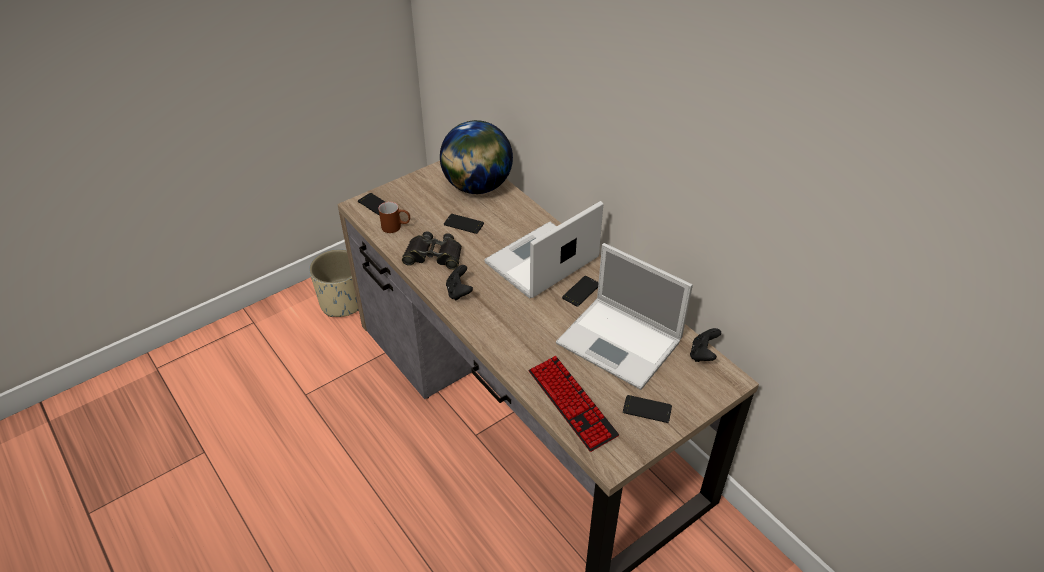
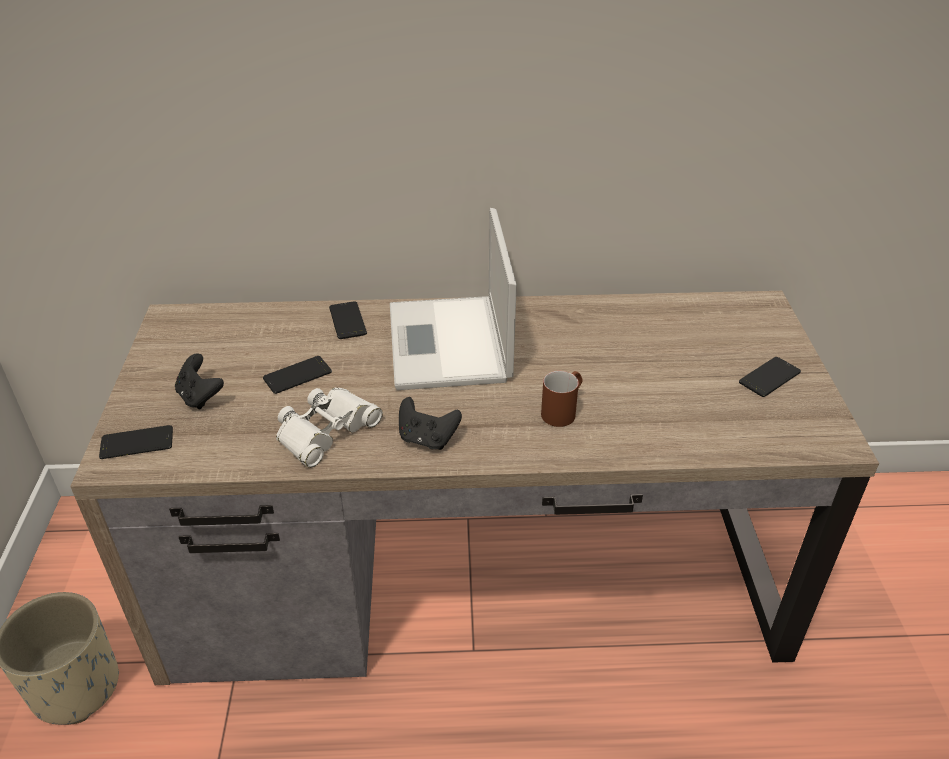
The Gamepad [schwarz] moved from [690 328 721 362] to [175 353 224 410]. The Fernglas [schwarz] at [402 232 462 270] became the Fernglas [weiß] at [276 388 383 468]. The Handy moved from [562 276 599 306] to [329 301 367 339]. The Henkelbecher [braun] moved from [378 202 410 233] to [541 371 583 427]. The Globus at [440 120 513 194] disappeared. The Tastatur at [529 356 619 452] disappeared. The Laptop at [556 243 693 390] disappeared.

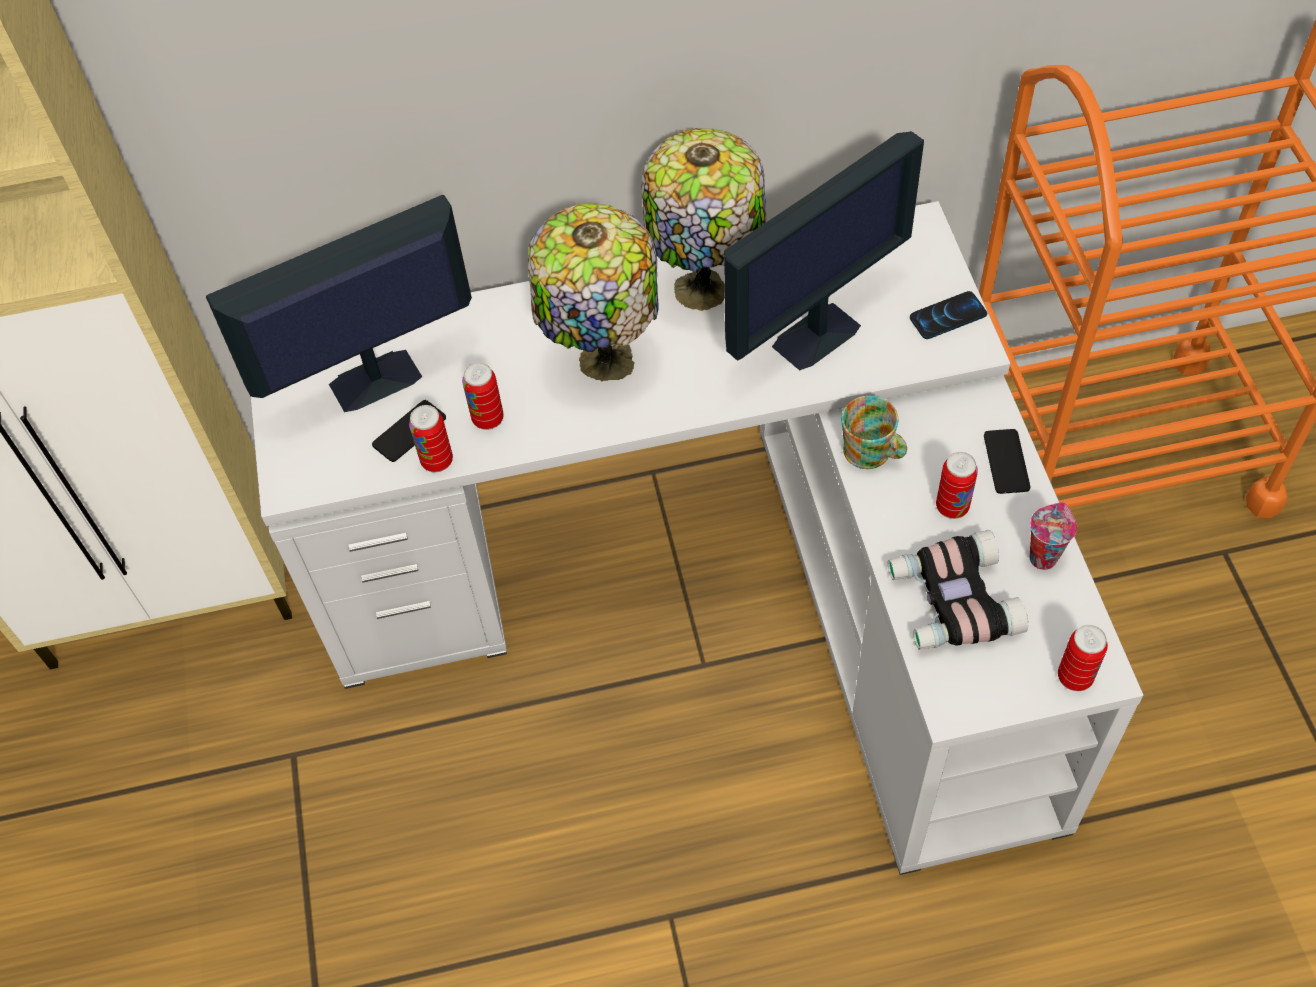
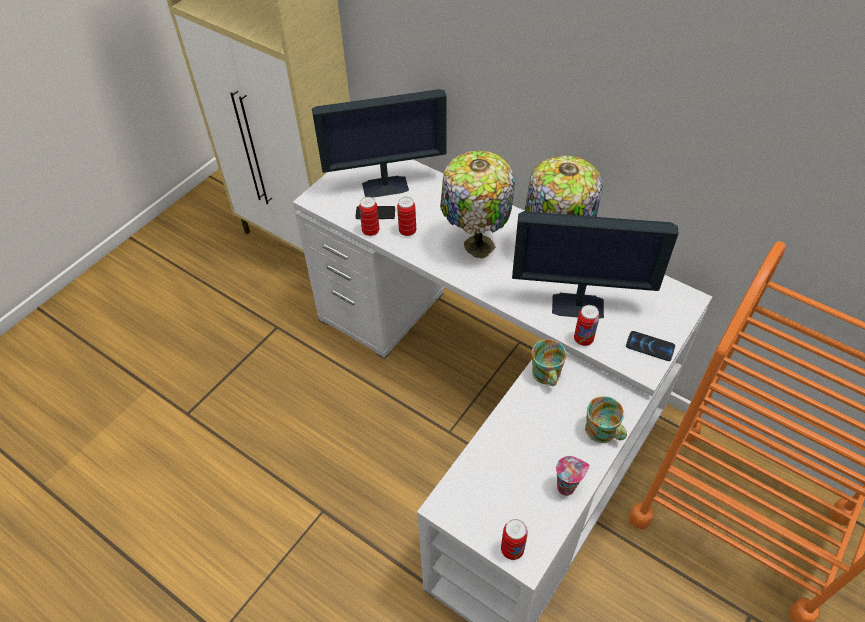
The Monitor at [206 195 472 412] turned 150 degrees clockwise. The Dose moved from [936 452 978 519] to [574 305 600 346]. The Handy at [984 429 1030 494] was replaced by the Henkelbecher at [585 396 627 443]. The Fernglas at [888 530 1028 650] disappeared.

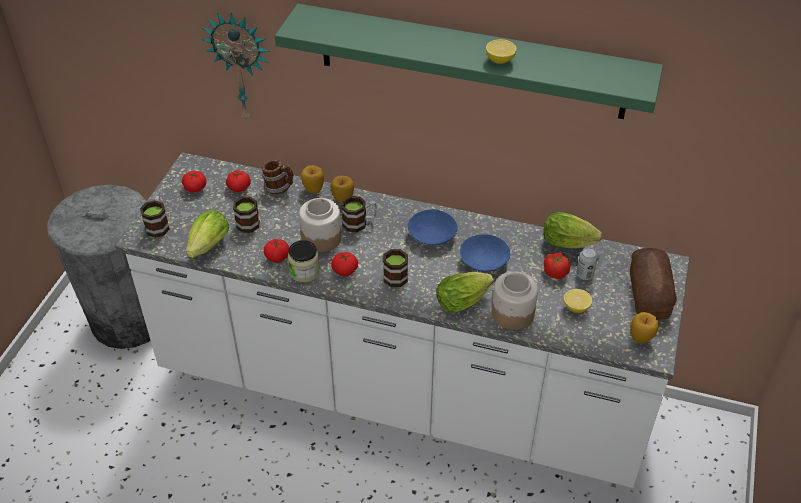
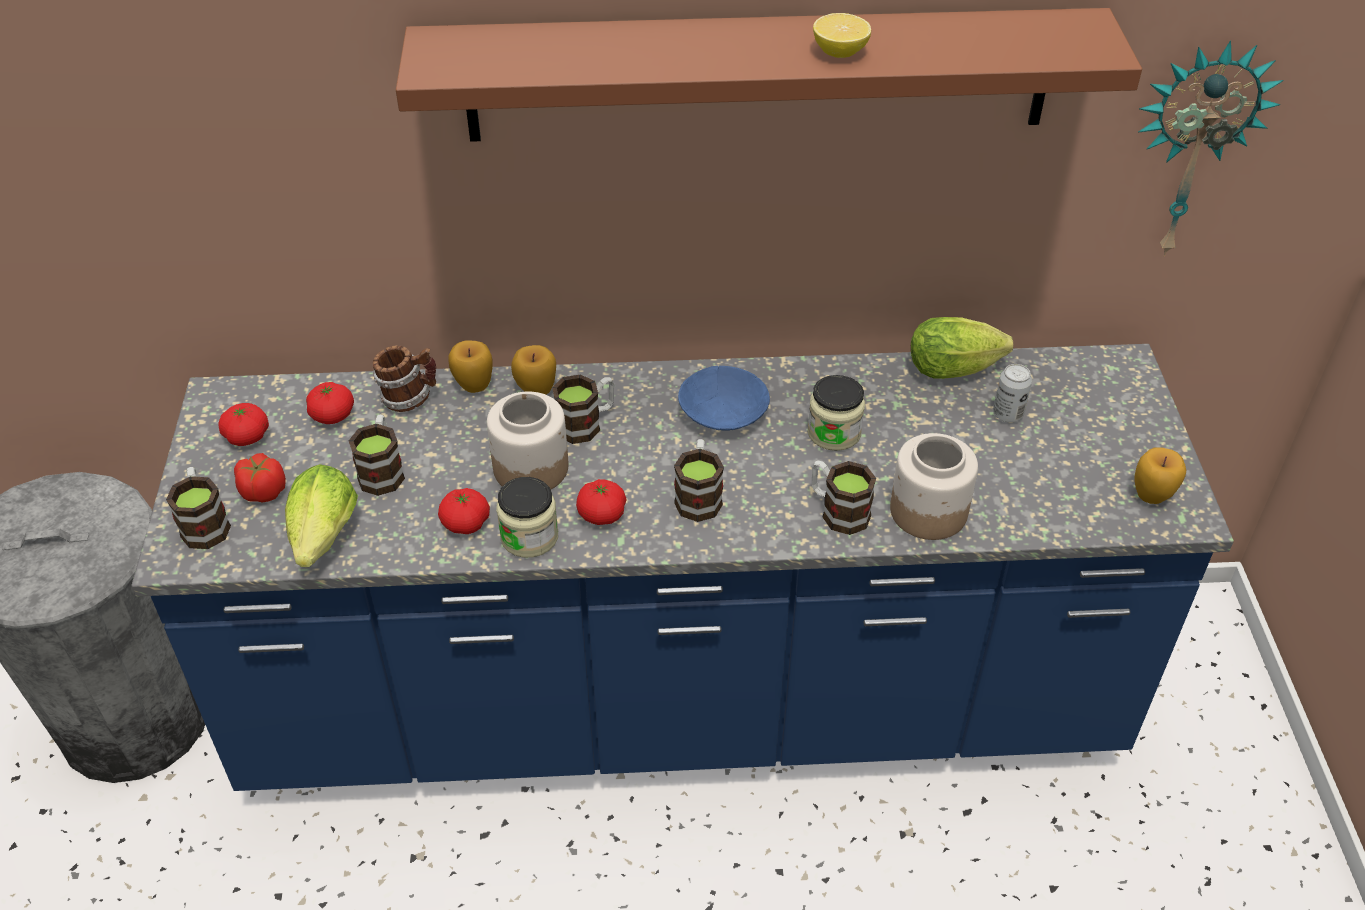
The Küchenzeile [weiß] at [115 152 690 488] became the Küchenzeile [blau] at [131 344 1234 791]. The Tomate moved from [544 252 570 279] to [234 453 286 503]. The Wandregal [grün] at [275 3 663 119] became the Wandregal [braun] at [396 8 1142 142]. The Schüssel [blau] at [460 234 510 272] was replaced by the Vorratsglas at [807 375 865 451]. The Salatkopf at [436 272 494 312] was replaced by the Henkelbecher at [812 460 876 535]. The Wanduhr moved from [202 13 270 122] to [1138 41 1284 257]. The Zitrone at [564 289 592 313] disappeared. The Brot at [630 248 677 319] disappeared.

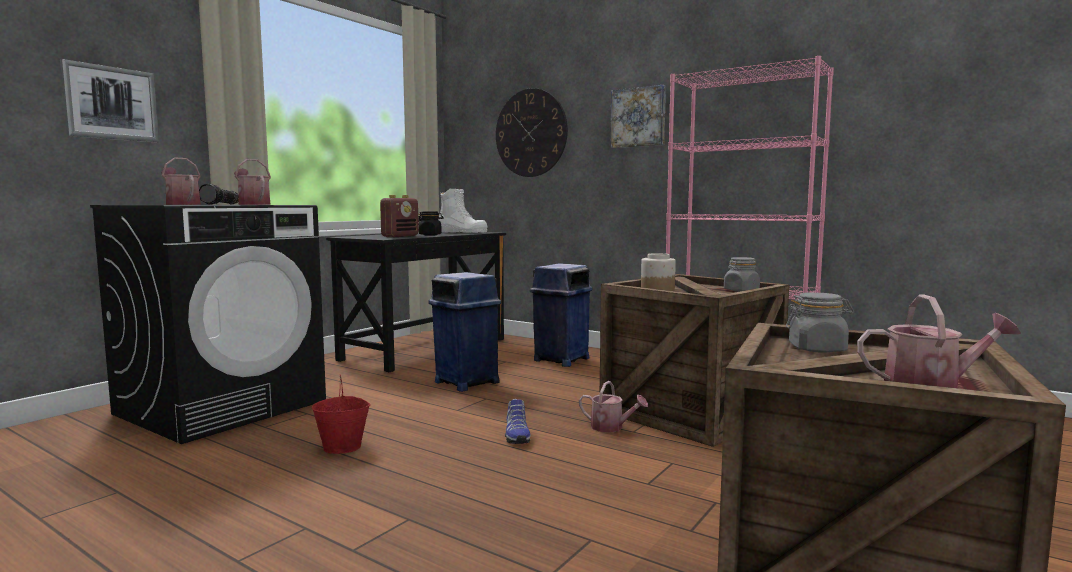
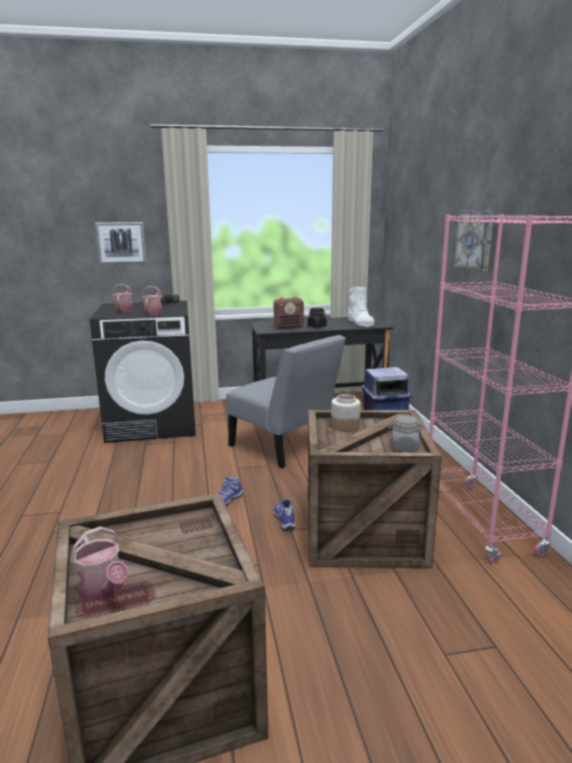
The Mülleimer [blau] at [428 272 501 392] was replaced by the Stuhl [grau] at [226 335 346 468]. The Gießkanne at [579 381 648 433] was replaced by the Schuh at [274 499 295 531]. The Eimer [rot] at [312 375 370 454] disappeared. The Wanduhr at [496 88 568 177] disappeared. The Vorratsglas [grau] at [786 292 854 353] disappeared.

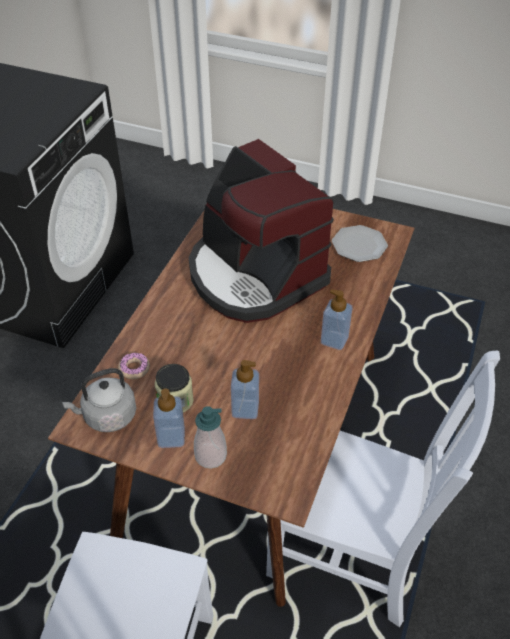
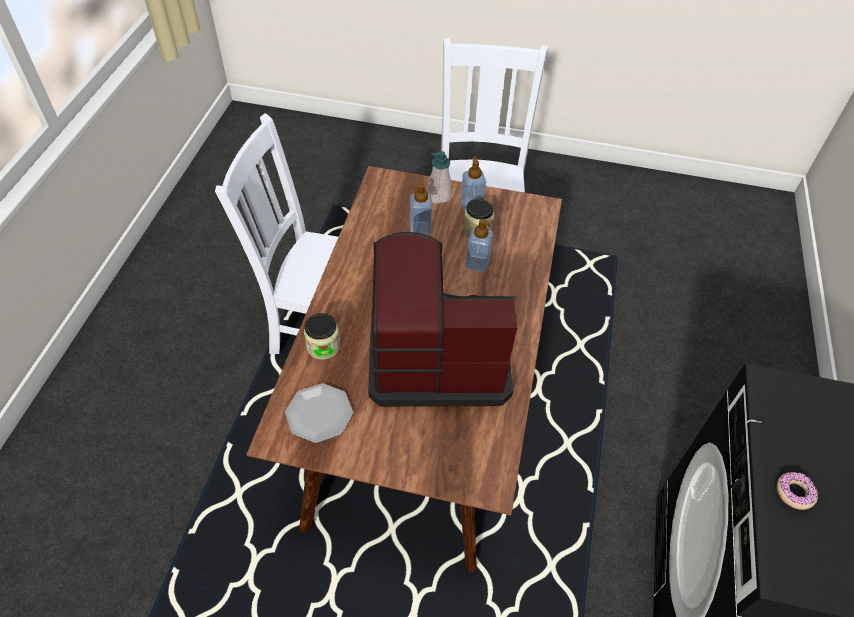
The Vorratsglas at [304 313 340 360] appeared. The Kaffeemaschine at [189 139 334 323] turned 45 degrees counterclockwise. The Seifenspender moved from [321 289 352 350] to [465 219 493 273]. The Donut moved from [118 353 150 379] to [777 472 818 510]. The Wasserkessel [grau] at [62 368 136 432] disappeared.

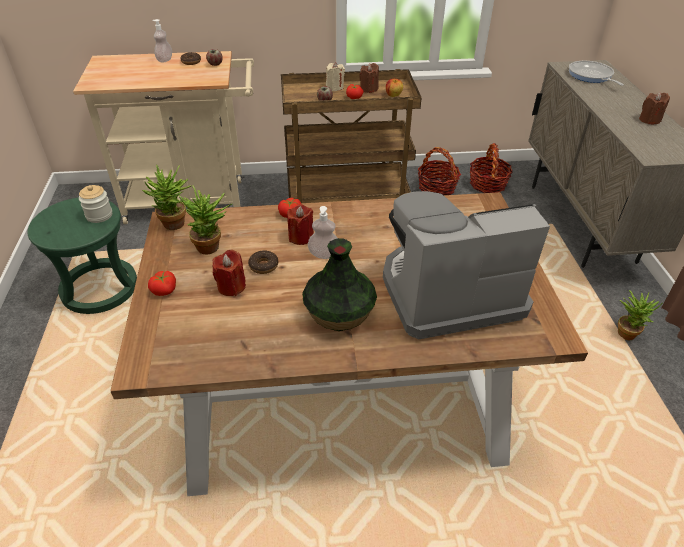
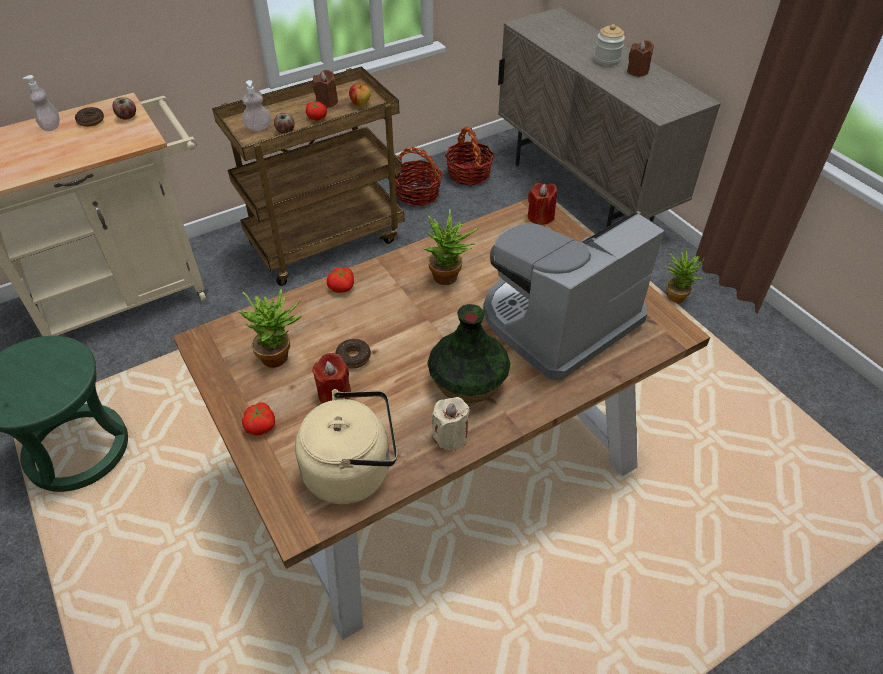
The Seifenspender moved from [308 206 337 259] to [242 80 271 131]. The Wasserkessel [beige] at [295 389 397 504] appeared. The Topfpflanze moved from [142 164 191 230] to [424 209 478 285]. The Kerze [beige] moved from [326 62 345 91] to [432 397 470 451]. The Kerze [rot] moved from [287 204 314 245] to [528 183 557 225]. The Vorratsglas moved from [79 185 112 223] to [594 24 625 66]. The Pfanne at [569 61 624 86] disappeared.

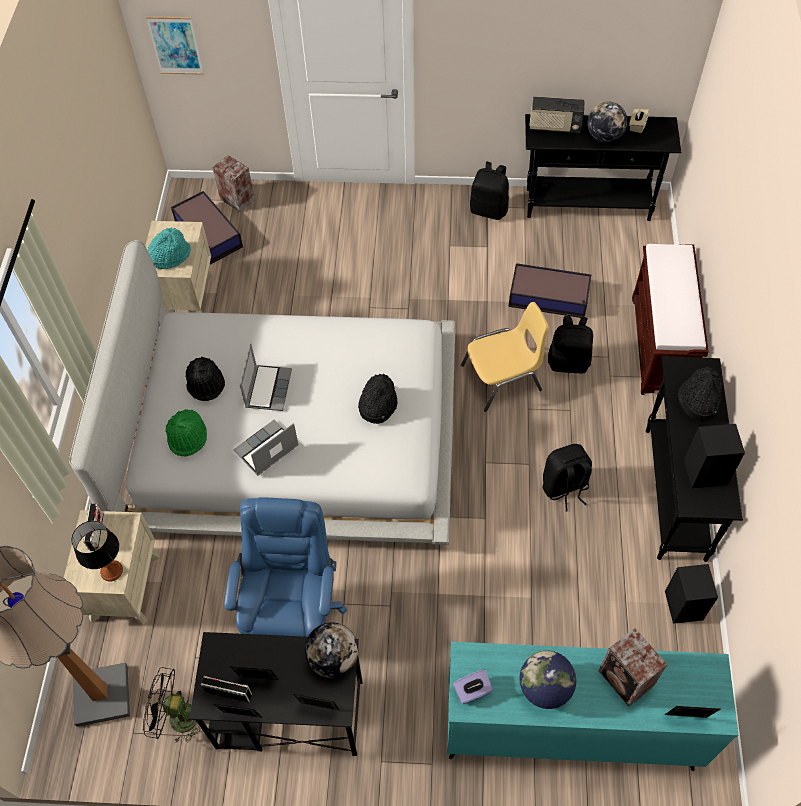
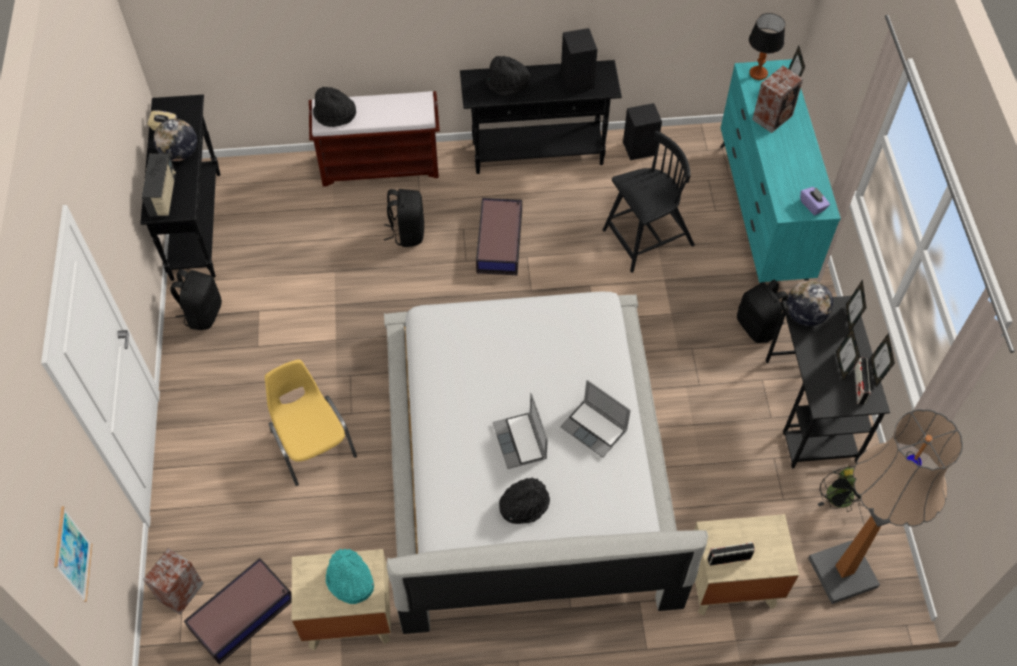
The Stuhl [gelb] moved from [461 302 549 412] to [265 359 357 486]. The Hut [schwarz] moved from [358 374 398 424] to [313 87 356 127]. The Aufbewahrungsbox moved from [509 263 591 318] to [476 198 522 275]. The Laptop at [240 343 292 411] turned 105 degrees counterclockwise. The Stuhl [schwarz] at [603 130 695 273] appeared. The Rucksack [schwarz] moved from [542 444 592 512] to [737 279 788 343]. The Tischlampe moved from [72 521 123 582] to [749 13 785 80]. The Hut [grün] at [165 409 207 457] disappeared. The Bürostuhl [blau] at [224 497 347 637] disappeared. The Globus at [519 651 576 709] disappeared.

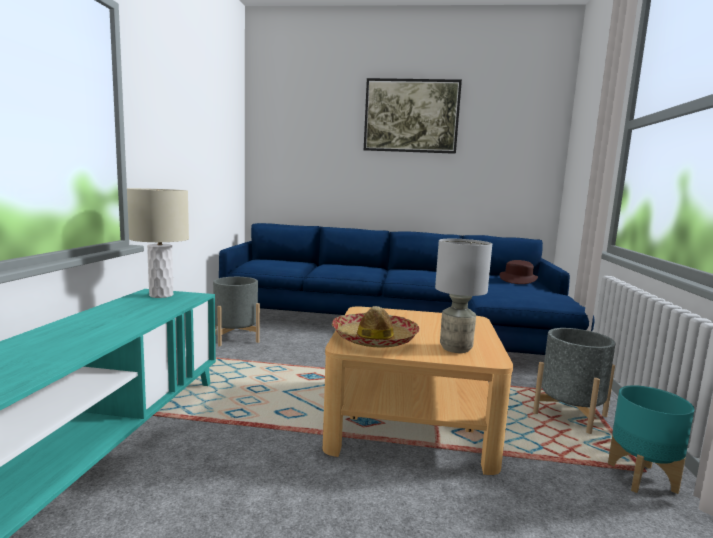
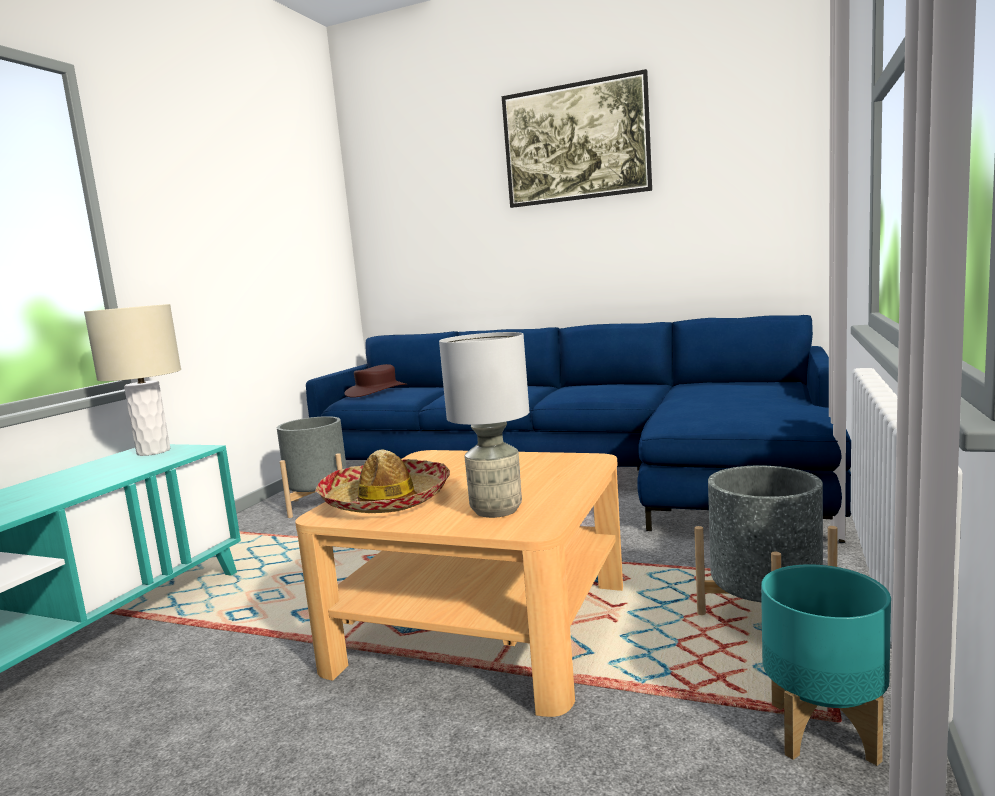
The Hut [braun] moved from [500 260 538 284] to [344 364 407 398].

